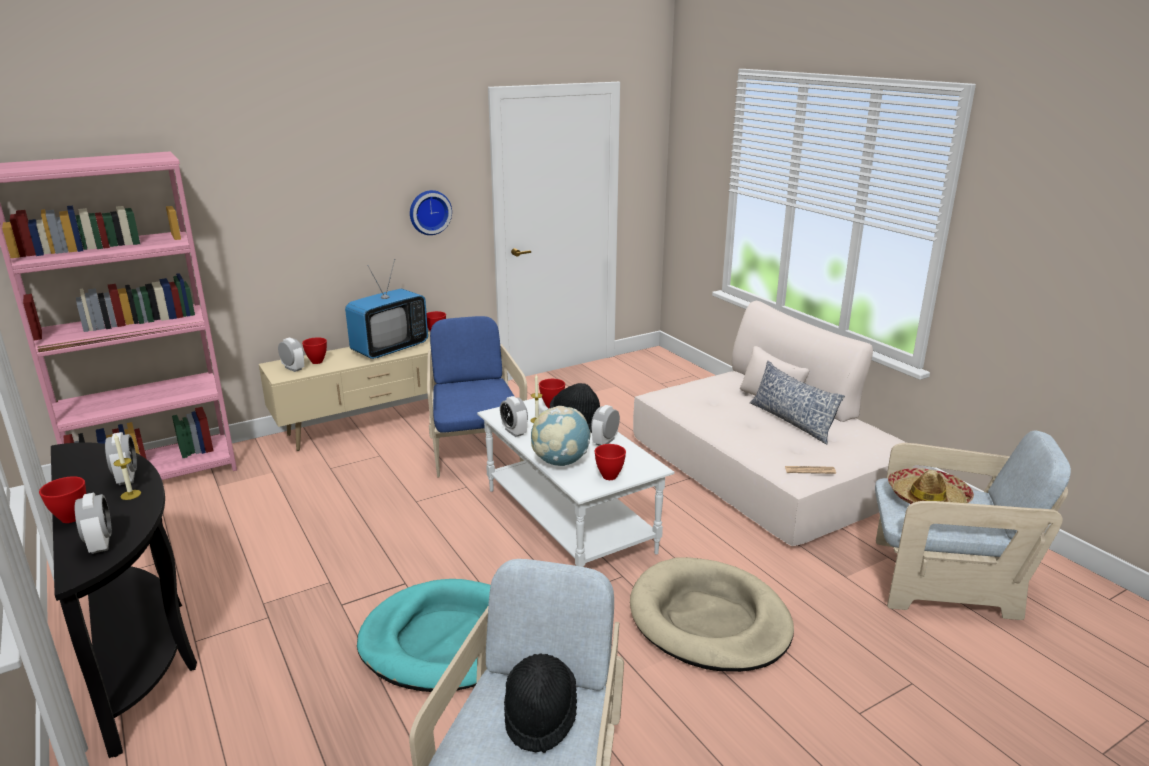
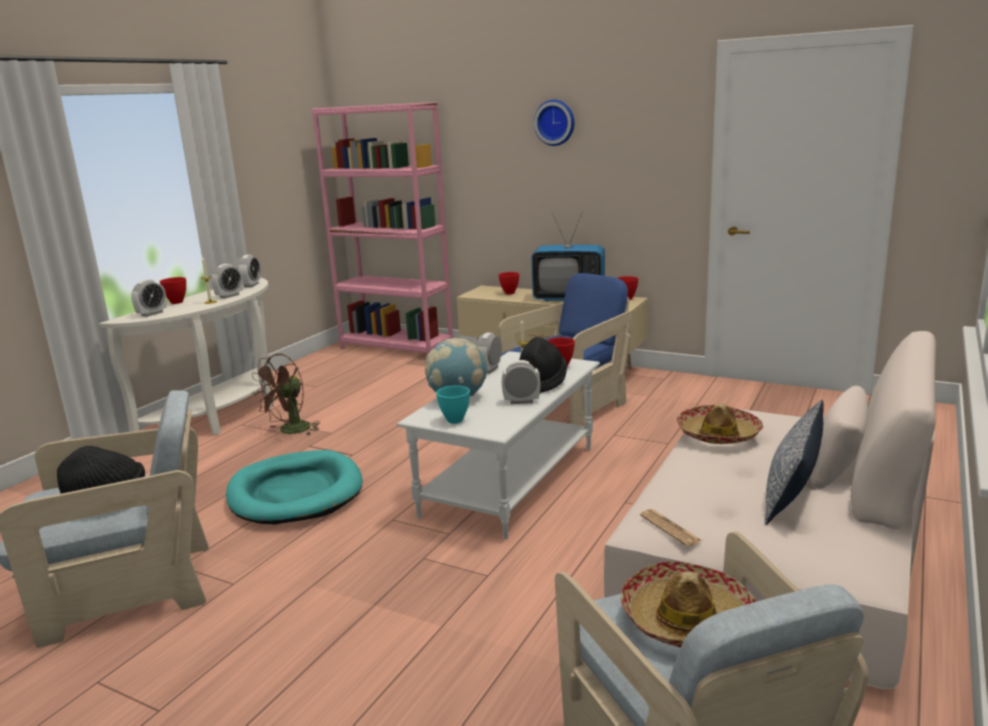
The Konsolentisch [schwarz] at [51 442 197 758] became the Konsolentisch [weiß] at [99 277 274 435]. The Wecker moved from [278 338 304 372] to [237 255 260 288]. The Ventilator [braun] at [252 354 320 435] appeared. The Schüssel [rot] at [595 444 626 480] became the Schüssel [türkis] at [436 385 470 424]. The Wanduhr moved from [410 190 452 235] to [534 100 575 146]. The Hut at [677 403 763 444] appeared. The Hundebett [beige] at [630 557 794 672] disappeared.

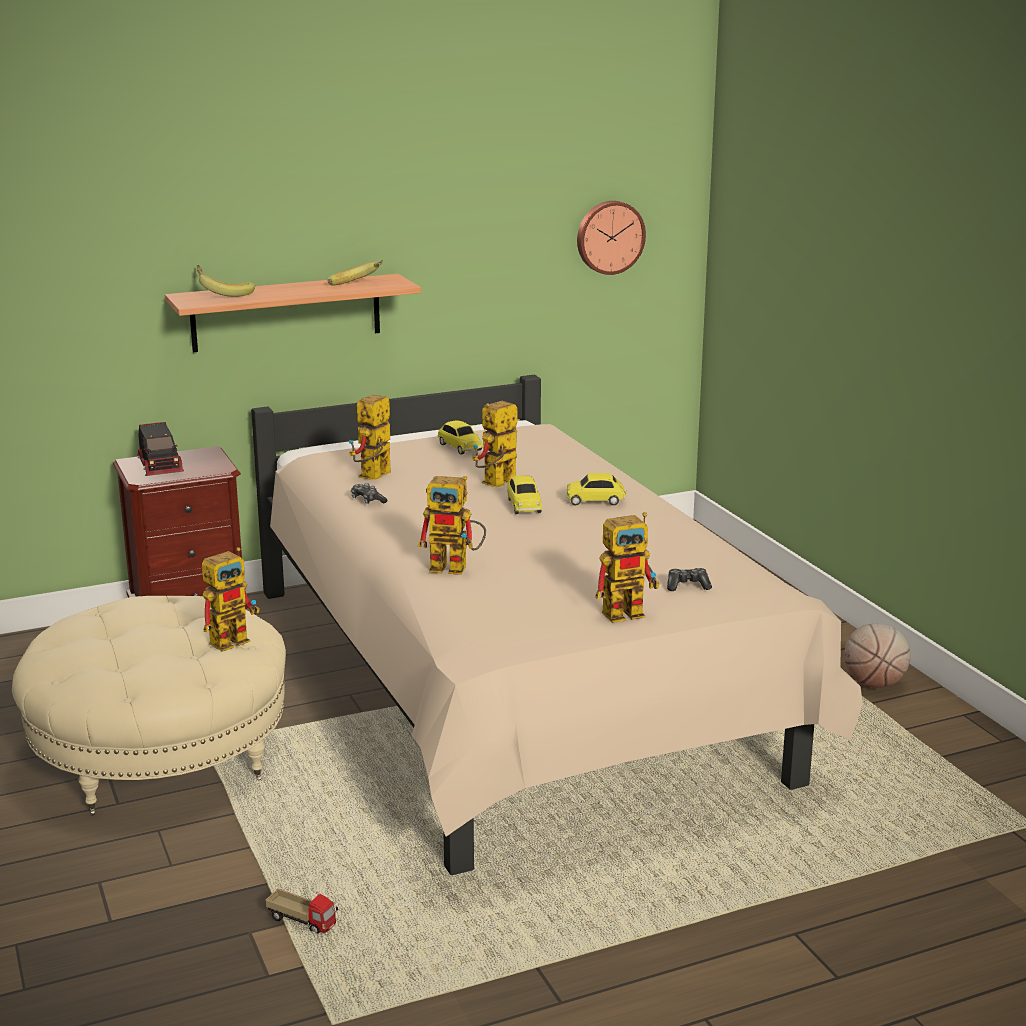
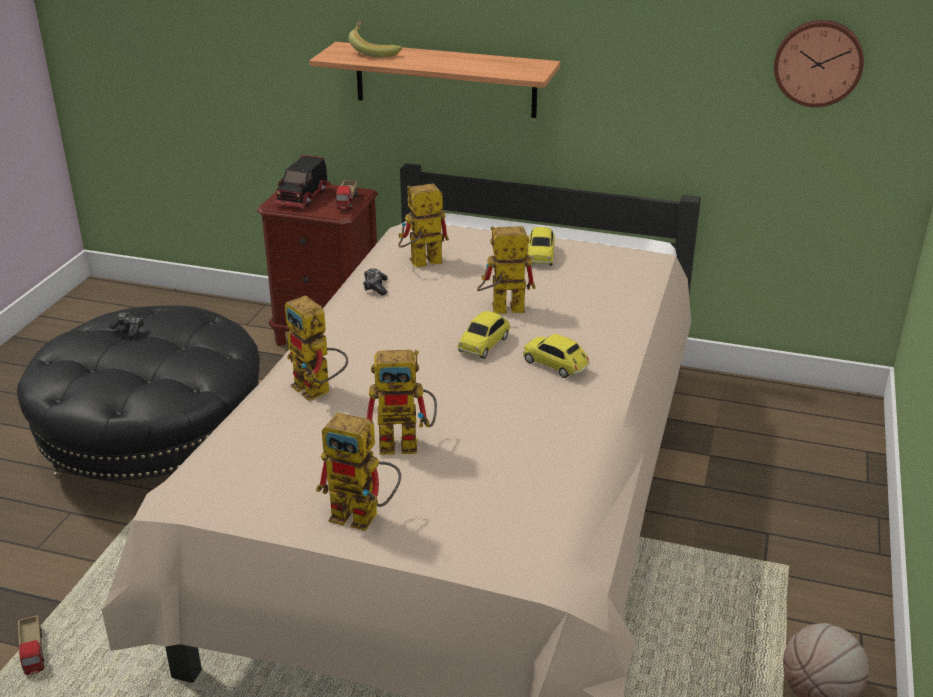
The Polsterhocker [beige] at [12 596 286 816] became the Polsterhocker [schwarz] at [17 305 260 481]. The Gamepad moved from [667 568 712 591] to [109 312 144 337]. The Spielzeuglaster at [336 180 358 209] appeared. The Spielzeugroboter moved from [202 547 260 652] to [367 350 437 455]. The Banane at [327 260 383 285] disappeared.

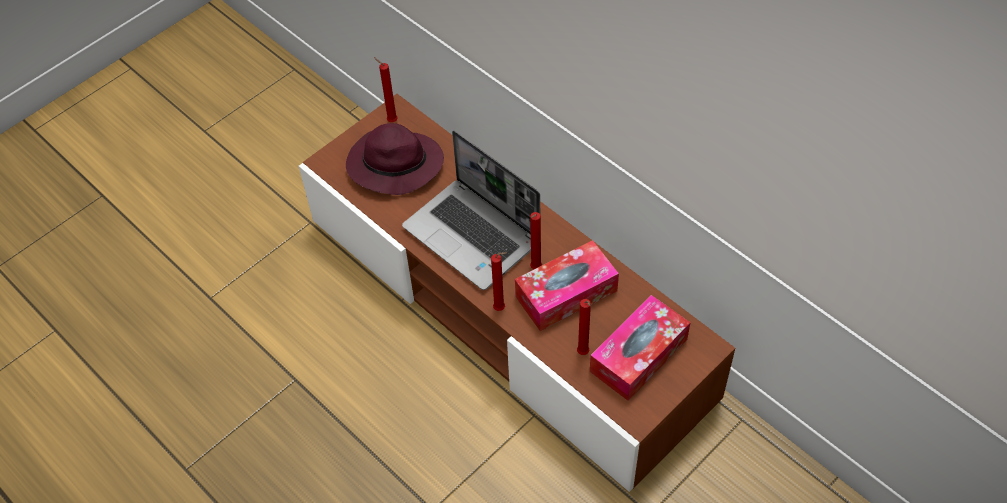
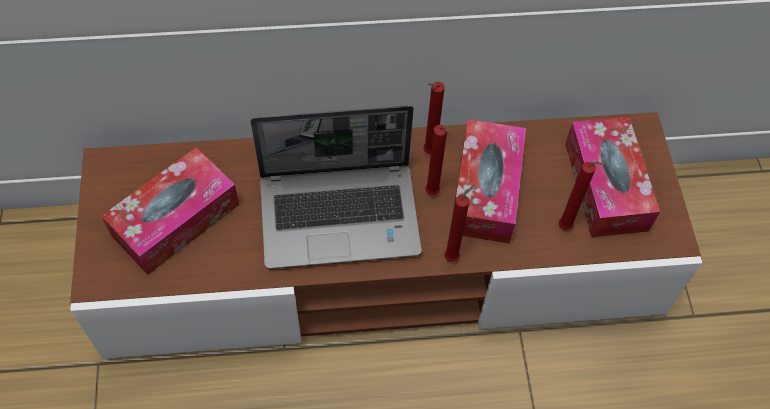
The Hut [lila] at [346 123 444 195] was replaced by the Taschentuchbox at [101 147 239 275]. The Kerze [rot] moved from [374 57 398 122] to [423 82 445 154].

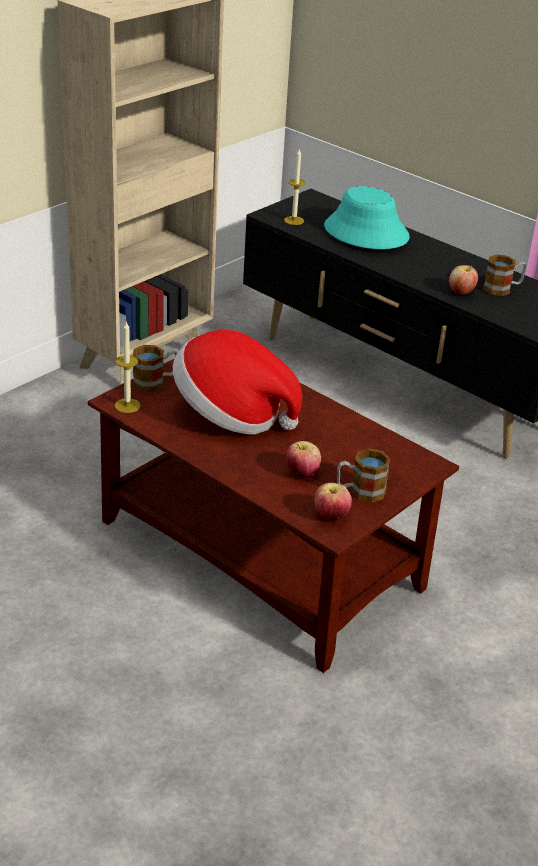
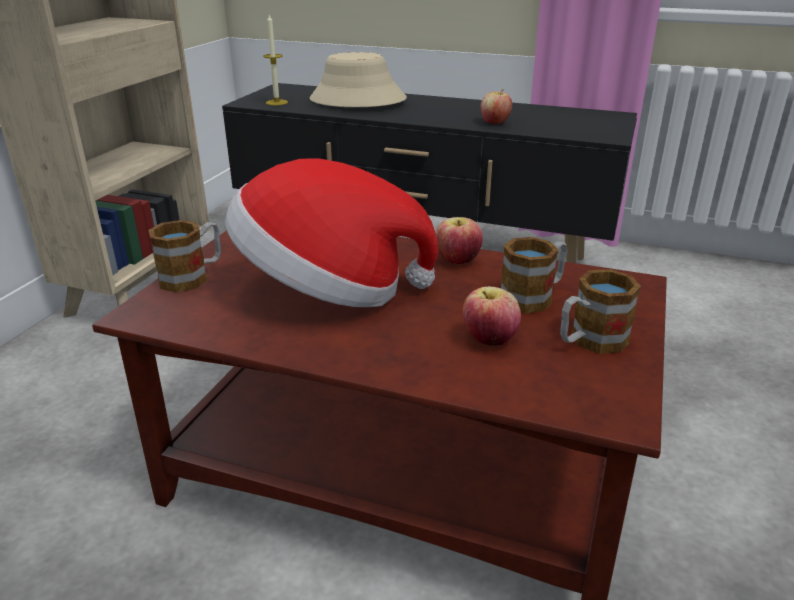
The Hut [türkis] at [324 186 410 249] became the Hut [beige] at [310 52 407 107]. The Apfel moved from [314 483 352 520] to [435 217 483 264]. The Henkelbecher moved from [483 255 526 296] to [501 237 567 314]. The Kerze at [115 321 141 413] disappeared.

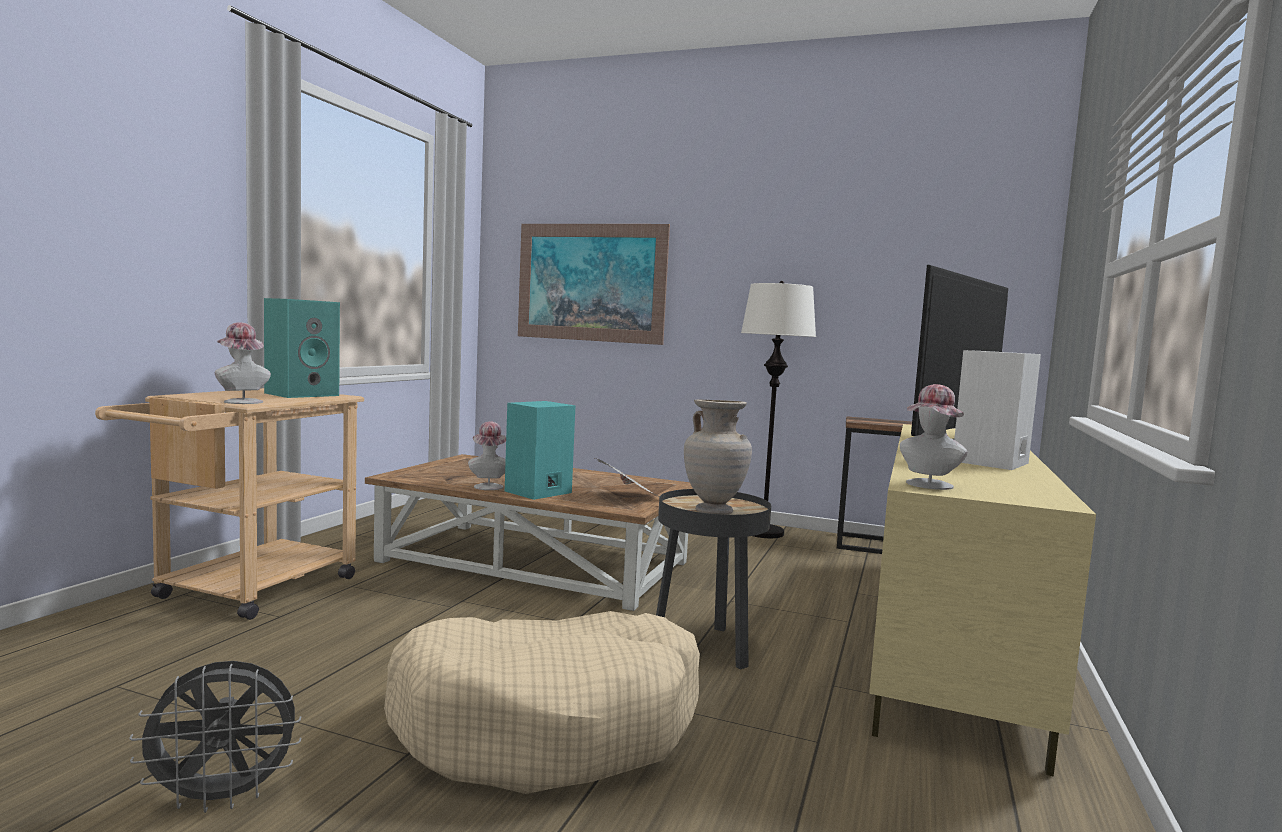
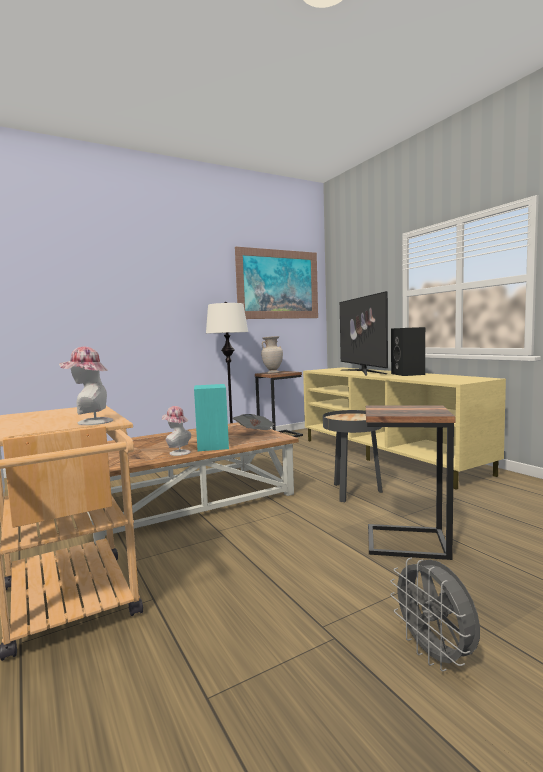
The Bild moved from [518 224 670 345] to [235 247 318 319]. The Vase [beige] moved from [684 400 752 515] to [261 336 283 374]. The Hundebett [beige] at [384 611 700 794] was replaced by the Beistelltisch at [366 405 455 560]. The Ventilator [grau] at [129 661 301 813] turned 135 degrees clockwise. The Lautsprecher [weiß] at [954 350 1041 470] became the Lautsprecher [schwarz] at [391 327 425 376]. The Lautsprecher [türkis] at [264 298 340 398] disappeared. The Hut at [900 384 968 490] disappeared.

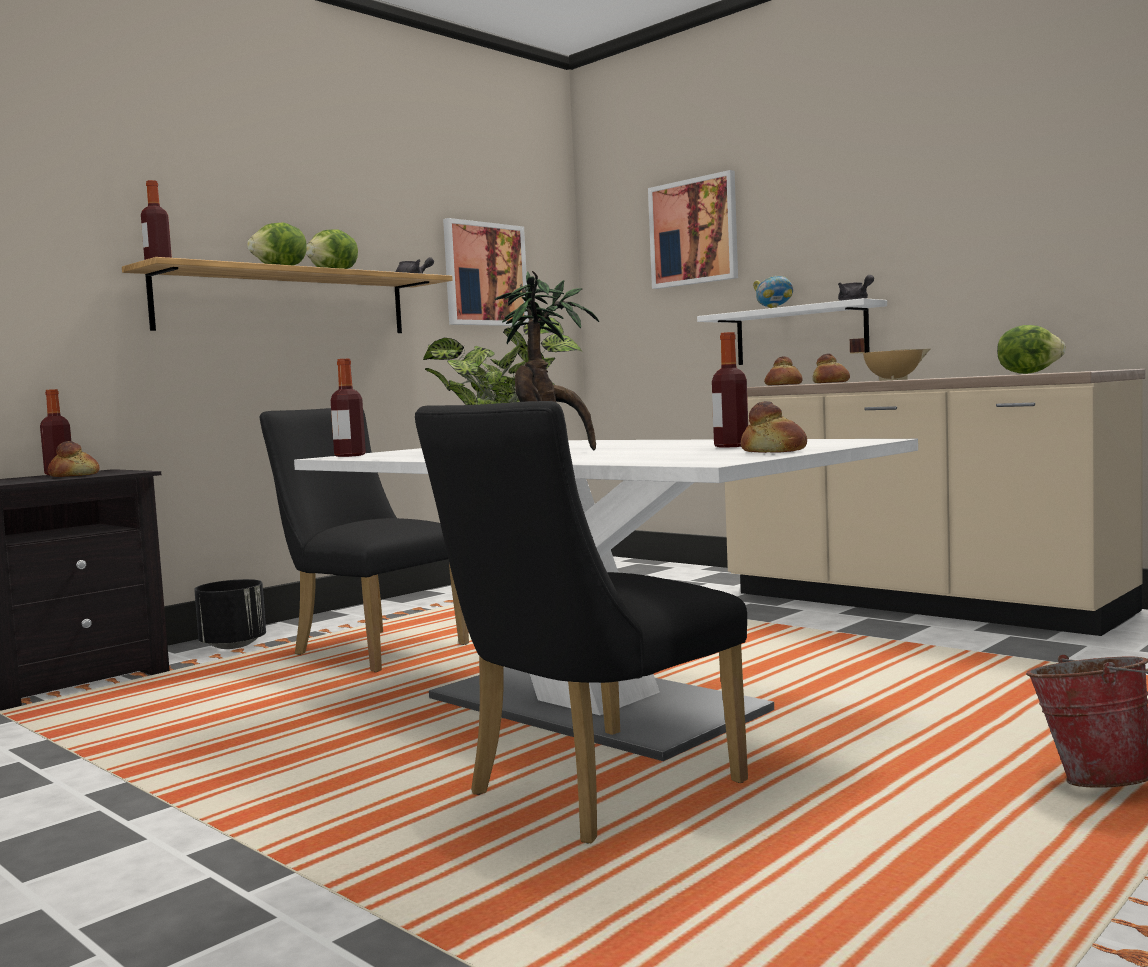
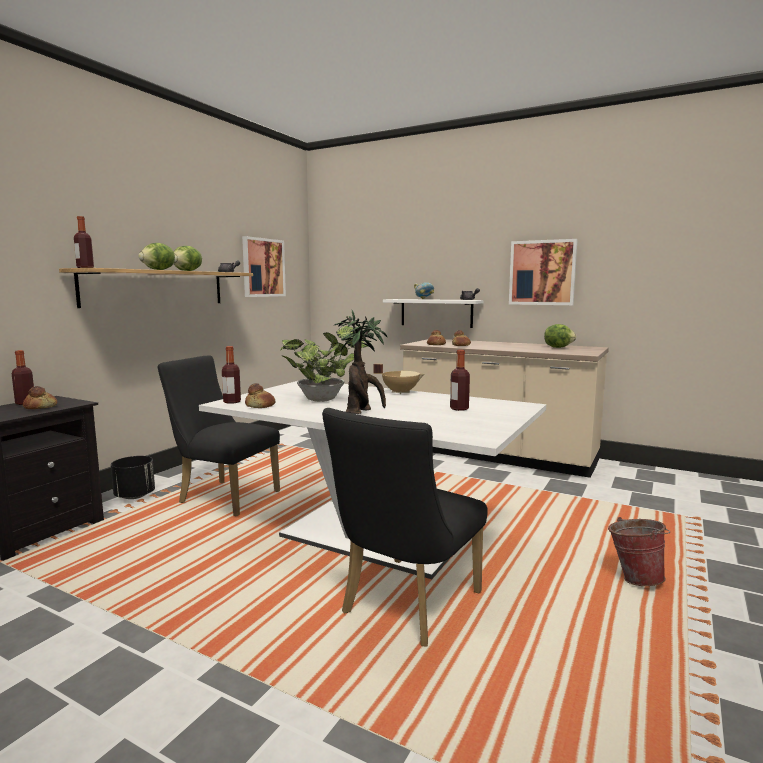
The Brot moved from [741 401 807 453] to [245 383 275 408]. The Kochtopf [beige] moved from [850 338 930 381] to [373 364 425 394]. The Bild moved from [648 170 738 289] to [509 239 578 305].

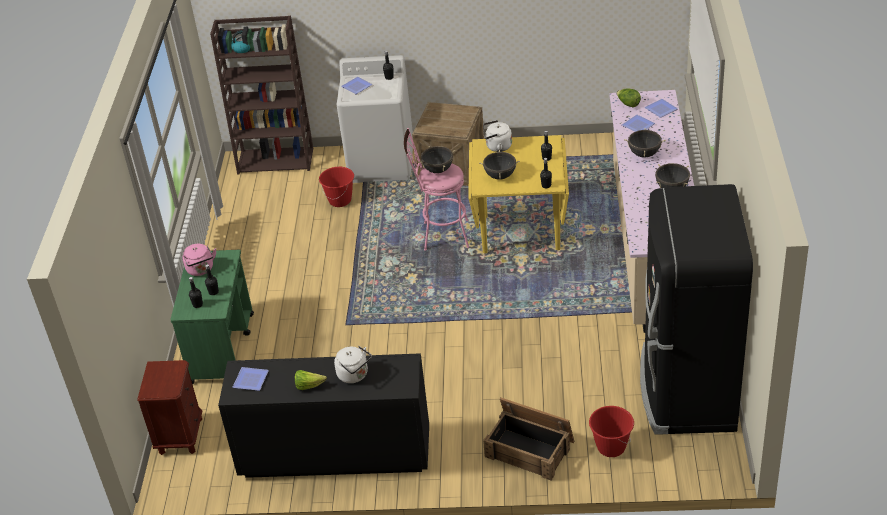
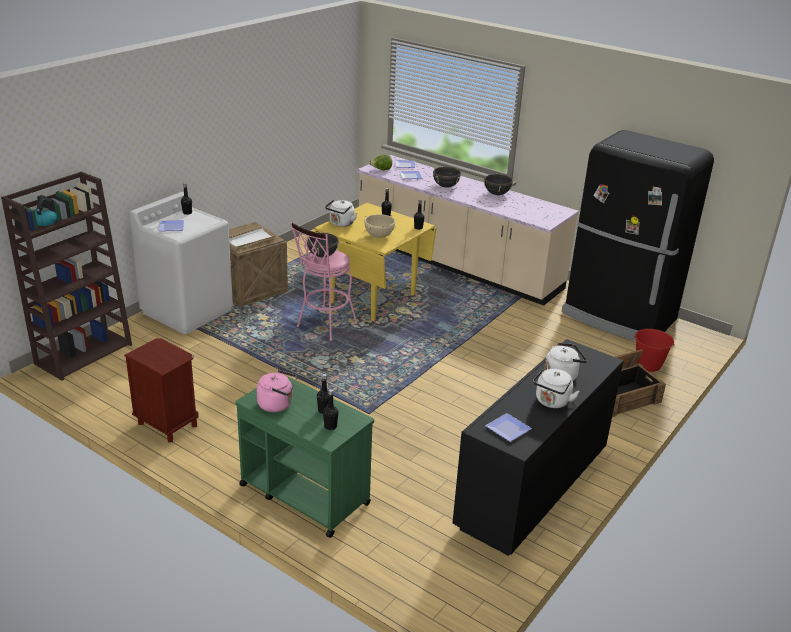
The Nachttisch [braun] moved from [137 360 202 455] to [124 338 199 442]. The Tablett [weiß] at [229 227 276 250] appeared. The Kochtopf [schwarz] at [479 150 520 180] became the Kochtopf [beige] at [364 214 396 238]. The Salatkopf at [295 370 327 390] was replaced by the Wasserkessel [weiß] at [533 369 580 408]. The Eimer [rot] at [319 167 354 207] disappeared.

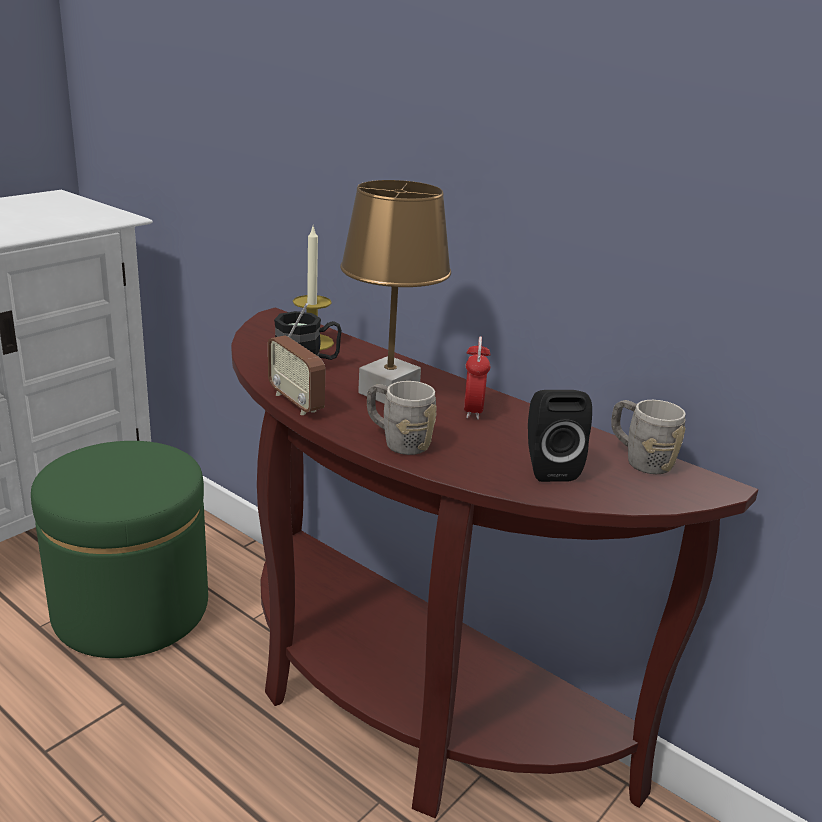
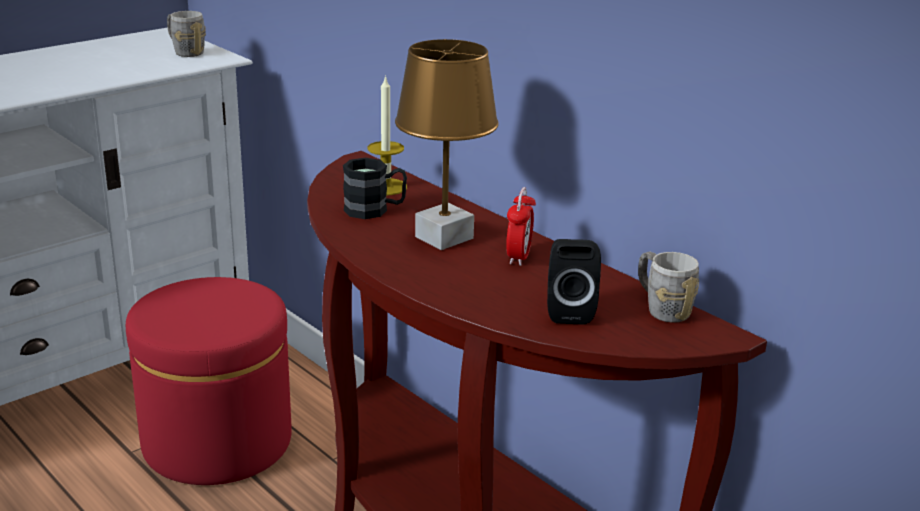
The Polsterhocker [grün] at [31 441 208 658] became the Polsterhocker [rot] at [126 277 292 485]. The Henkelbecher [grau] moved from [367 381 437 455] to [167 11 206 57]. The Radio at [268 303 325 415] disappeared.

